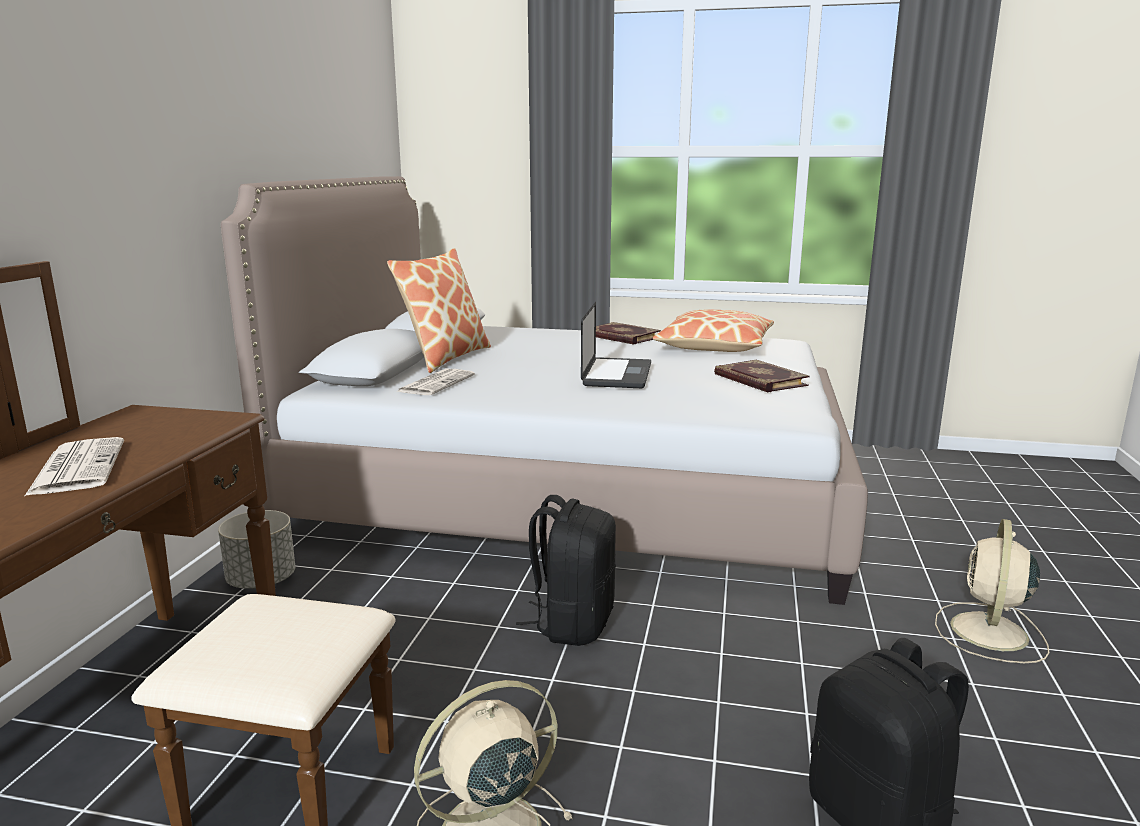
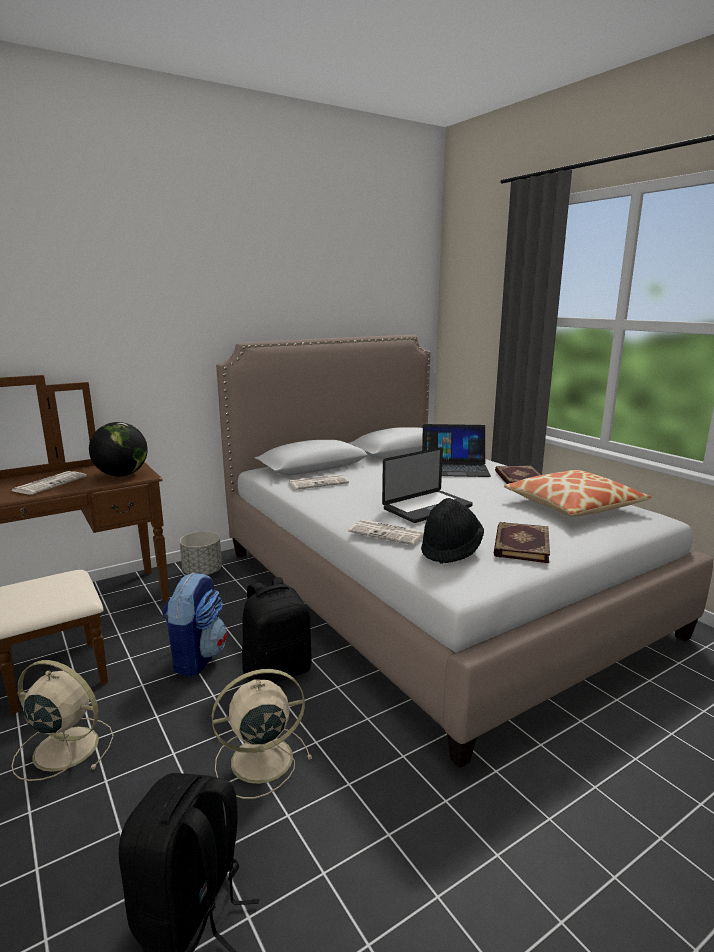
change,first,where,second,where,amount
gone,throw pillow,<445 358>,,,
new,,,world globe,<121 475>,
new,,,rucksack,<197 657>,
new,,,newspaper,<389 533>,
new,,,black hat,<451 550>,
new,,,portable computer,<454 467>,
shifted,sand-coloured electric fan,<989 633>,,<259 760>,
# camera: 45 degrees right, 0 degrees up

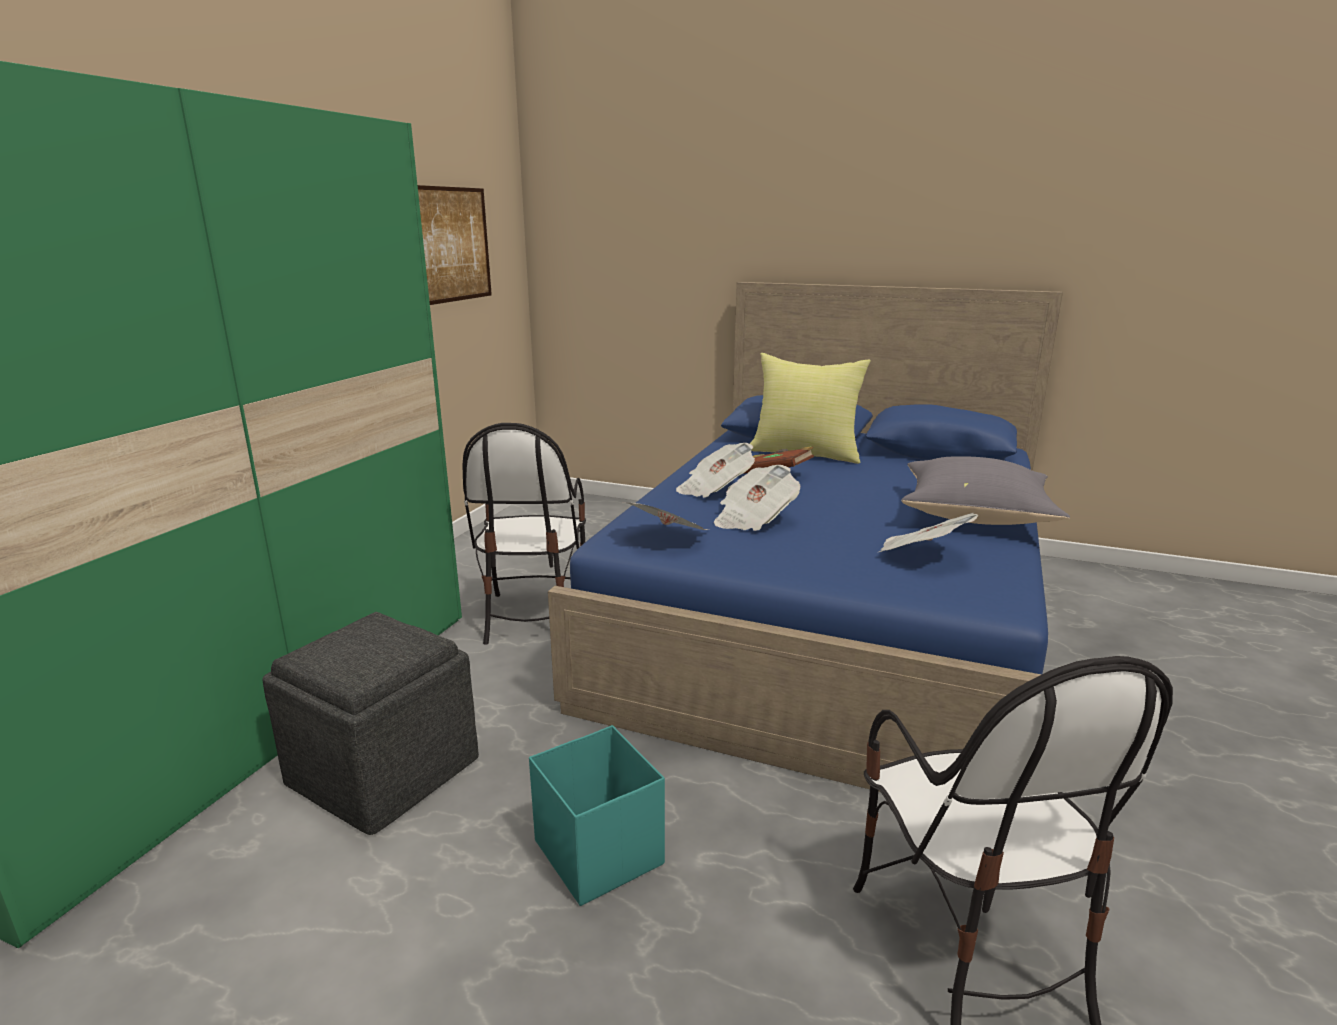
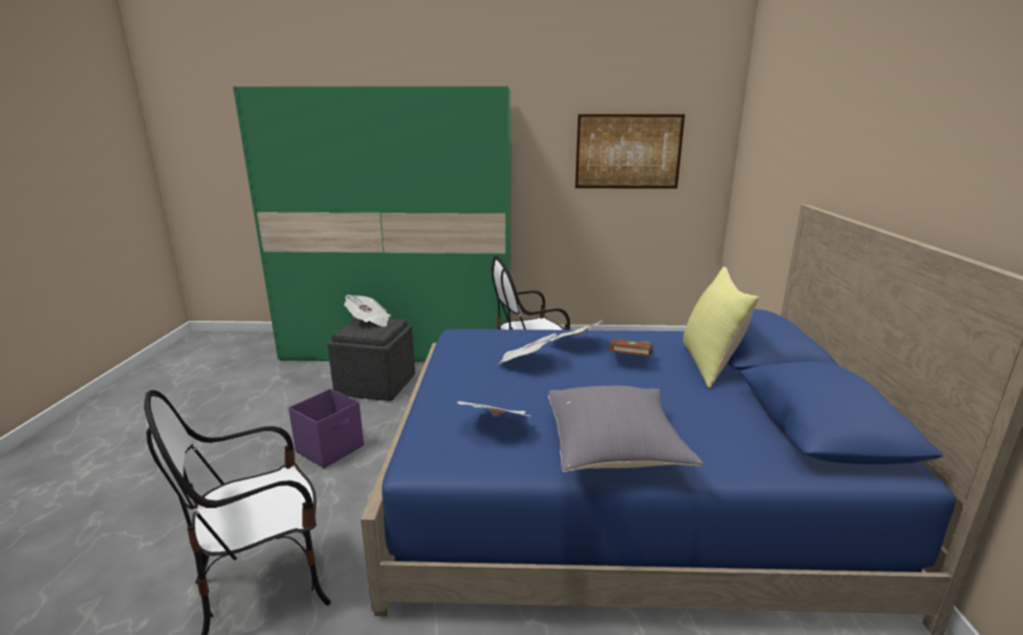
change,first,where,second,where,amount
shifted,newspaper,<669 539>,,<369 321>,
repainted,turquoise storage box,<598 851>,purplish storage box,<331 449>,
# camera: 70 degrees right, 0 degrees up

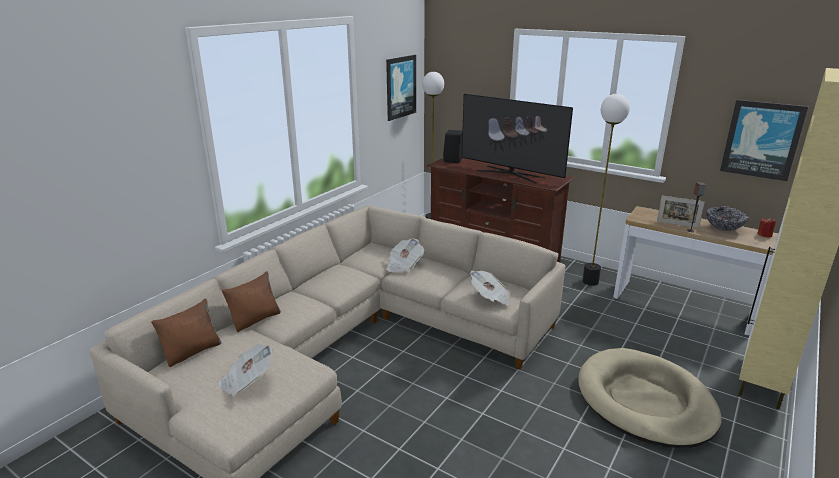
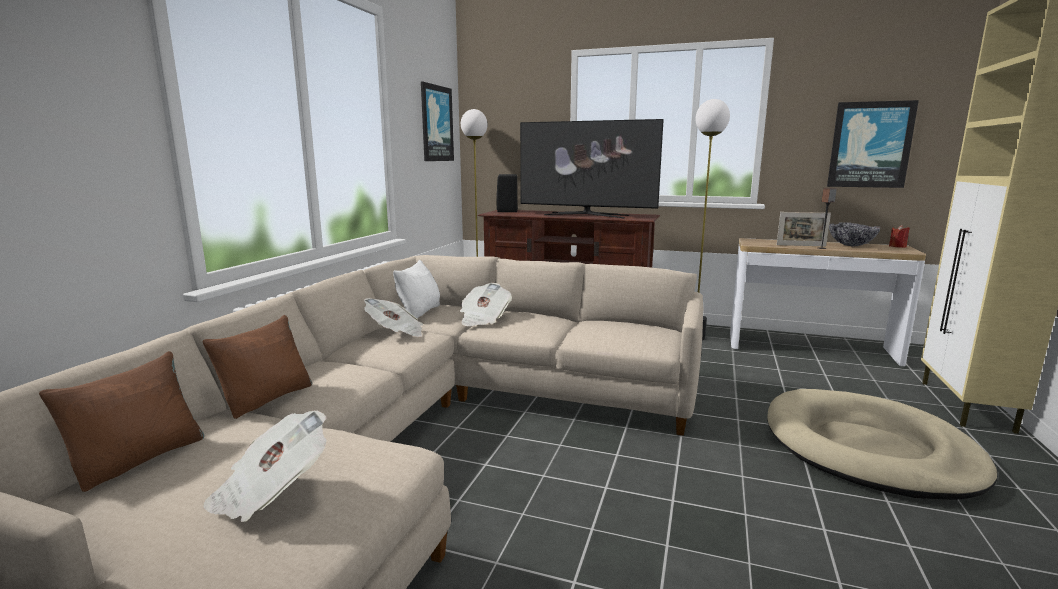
change,first,where,second,where,amount
new,,,white throw pillow,<419 312>,
shifted,newspaper,<490 297>,,<396 333>,
# camera: 15 degrees left, 10 degrees down

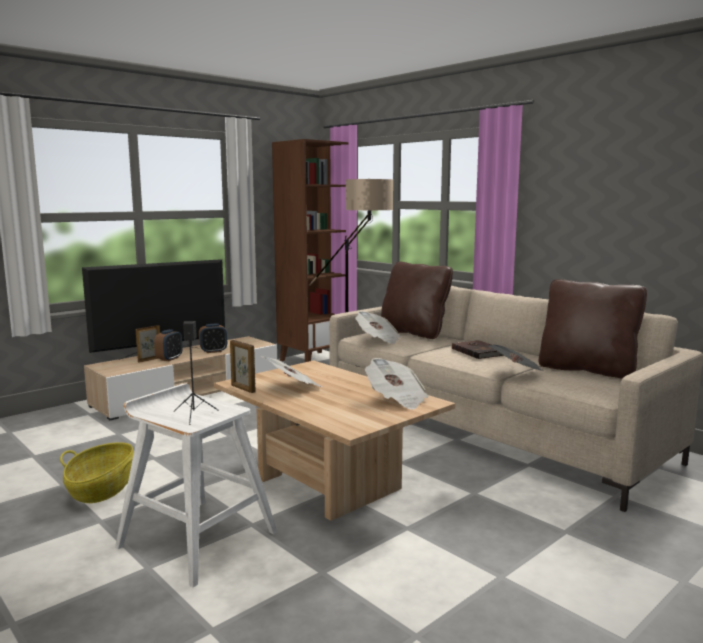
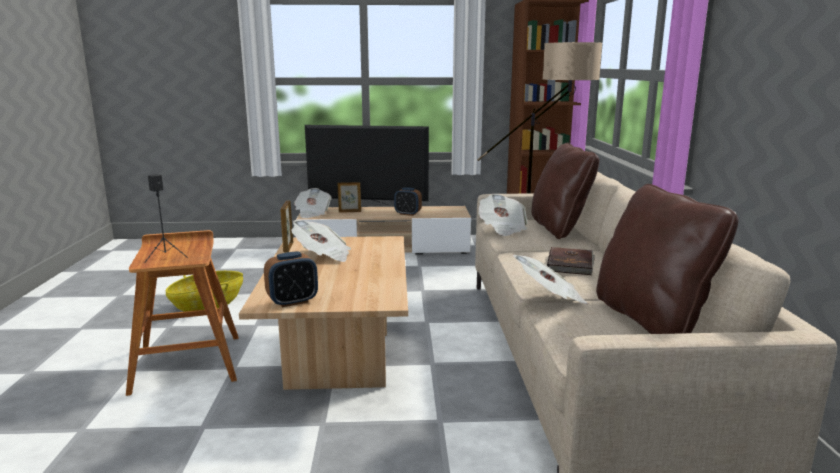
change,first,where,second,where,amount
shifted,alarm clock,<169 359>,,<292 301>,
shifted,newspaper,<396 399>,,<312 213>,
repainted,white stool seat,<196 539>,brown-coloured stool seat,<188 362>,
# camera: 40 degrees right, 5 degrees up

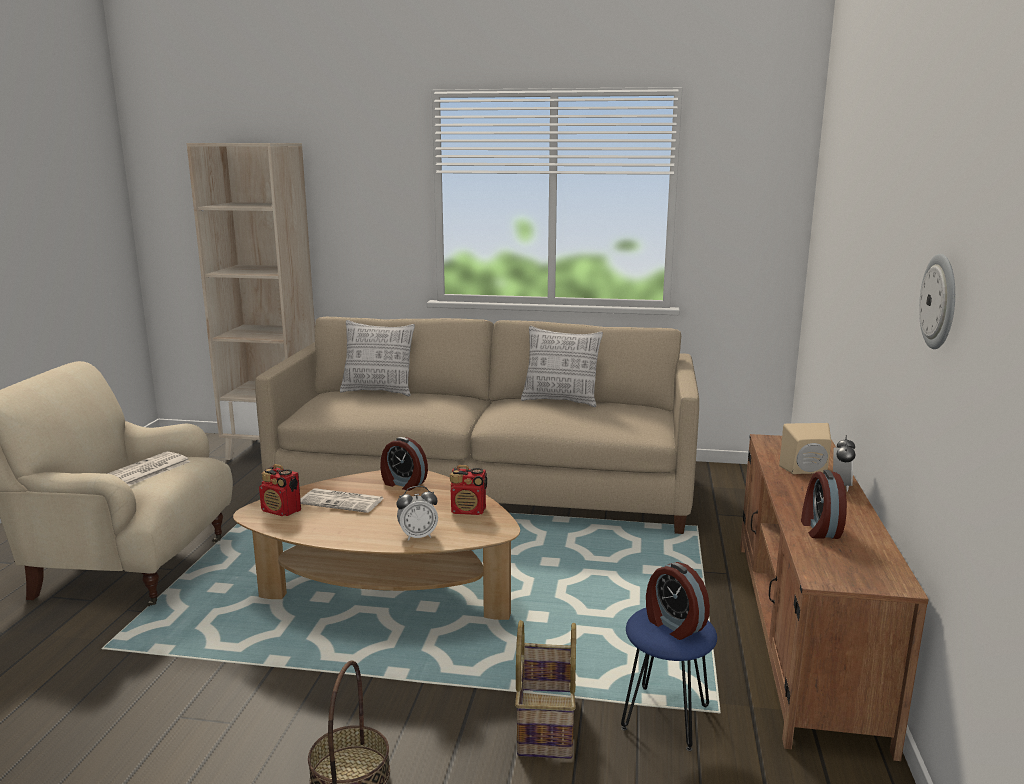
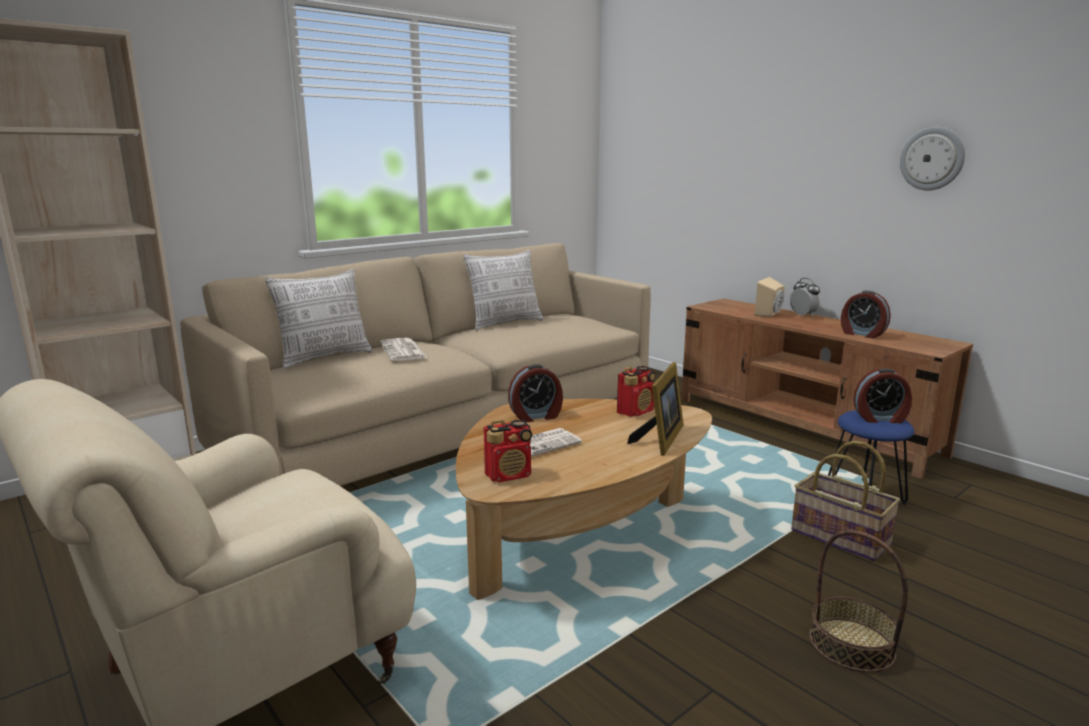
change,first,where,second,where,amount
shifted,newspaper,<148 470>,,<403 351>,
swapped,alarm clock,<418 536>,picture frame,<661 439>,
# camera: 50 degrees left, 0 degrees up

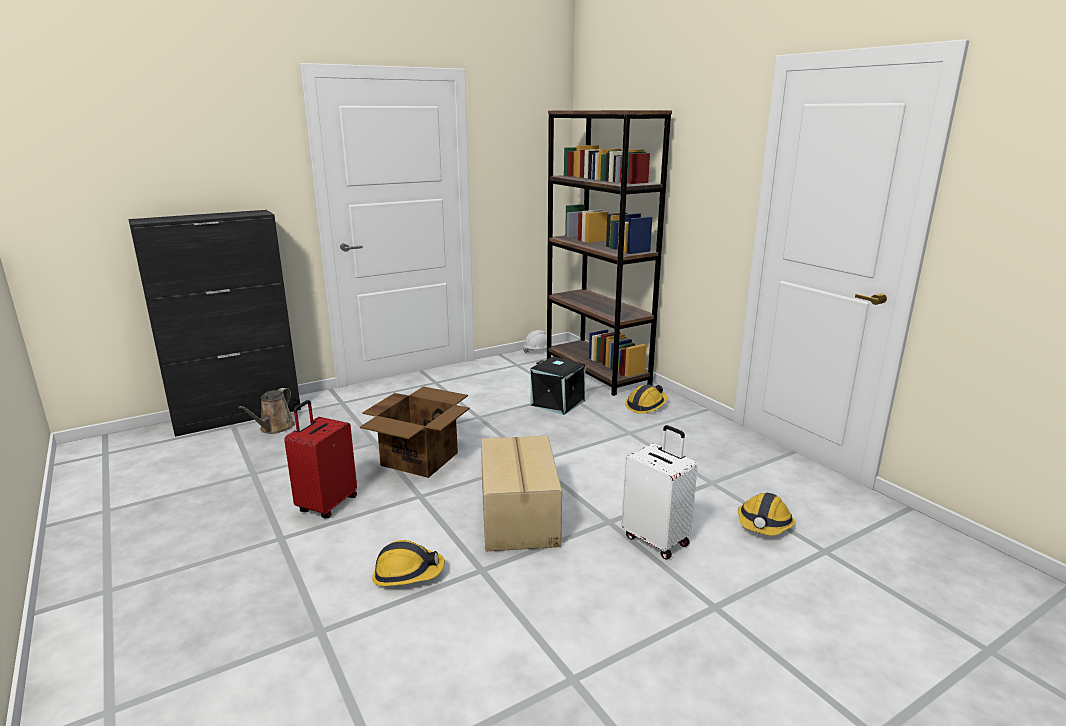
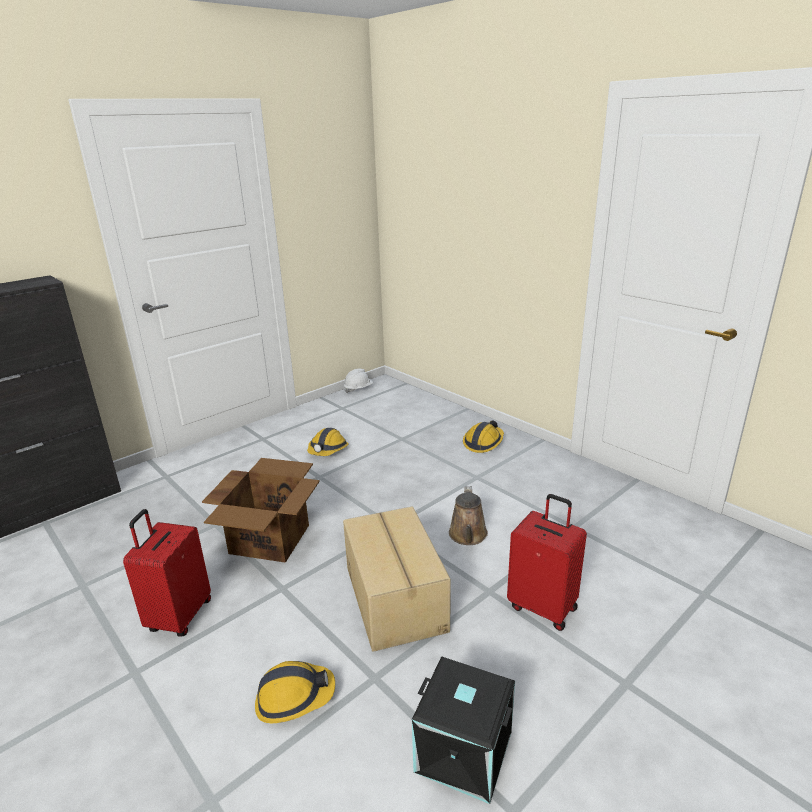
change,first,where,second,where,amount
gone,brown-coloured bookshelf,<597 371>,,,
shifted,brown-coloured watering pot,<275 428>,,<468 536>,
shifted,black storage box,<558 403>,,<465 750>,
shifted,safety helmet,<764 524>,,<328 450>,
repainted,white piece of luggage,<656 540>,red piece of luggage,<543 607>,
# camera: 10 degrees left, 5 degrees up

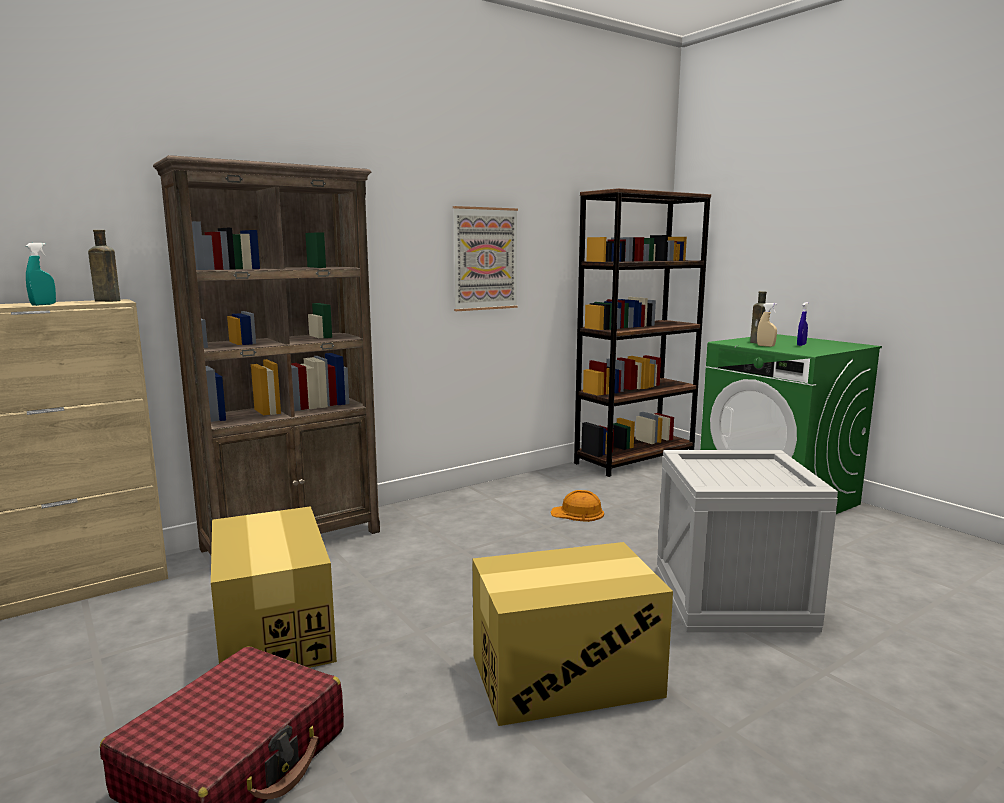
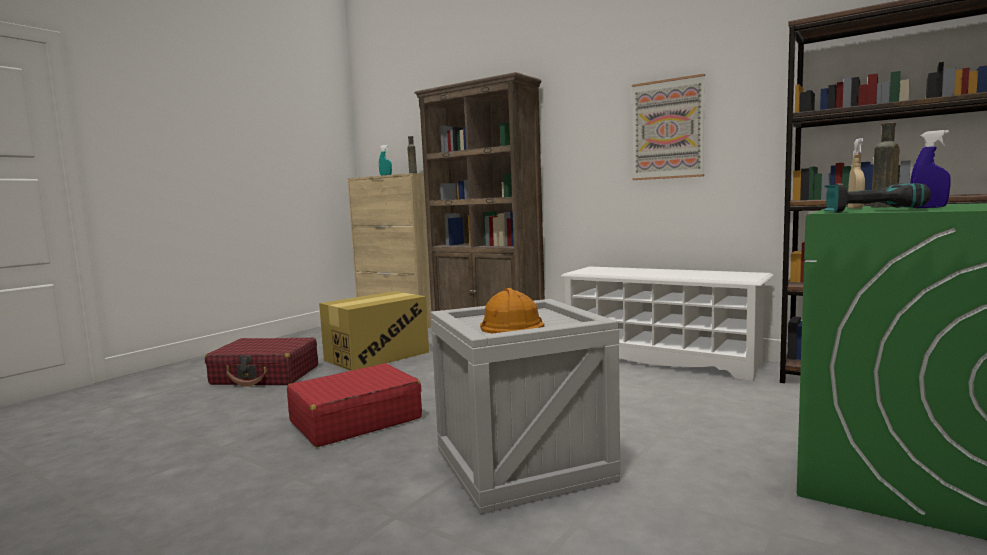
change,first,where,second,where,amount
new,,,white shoe shelf,<662 359>,
new,,,power drill,<868 210>,
shifted,orangey safety helmet,<578 513>,,<509 325>,
swapped,carton,<566 675>,red piece of luggage,<355 420>,
# camera: 70 degrees right, 5 degrees down

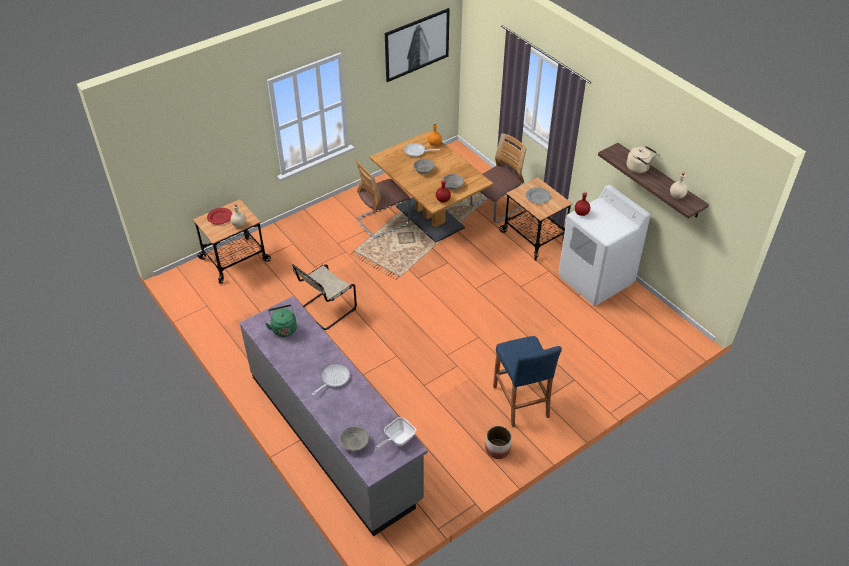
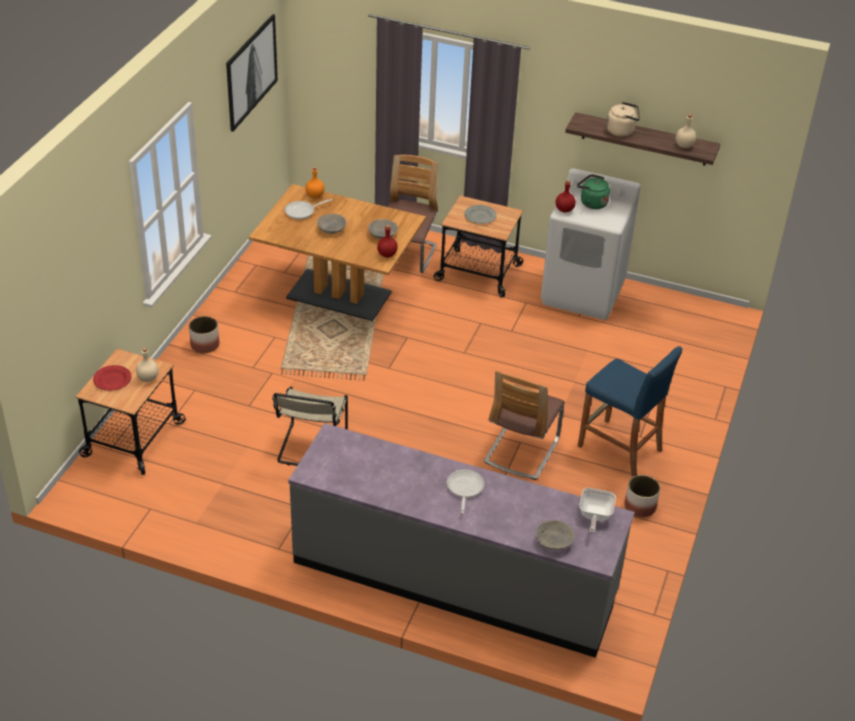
change,first,where,second,where,amount
new,,,flower pot,<205 345>,
shifted,greenish water kettle,<284 328>,,<591 203>,
shifted,upright chair,<383 221>,,<521 451>,
# camera: 35 degrees left, 5 degrees down

